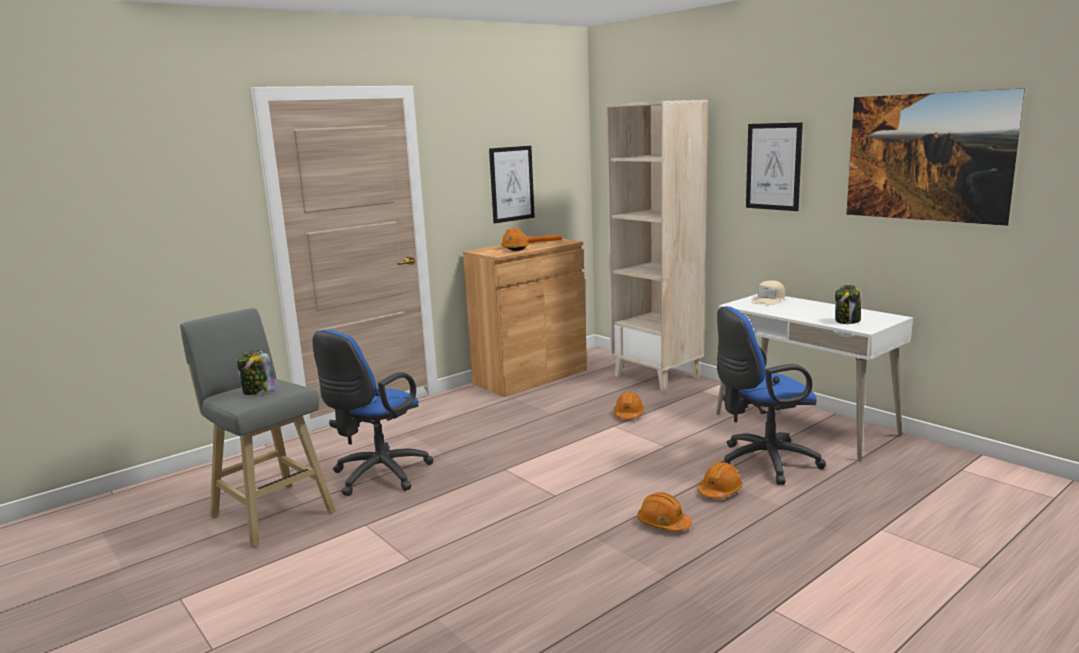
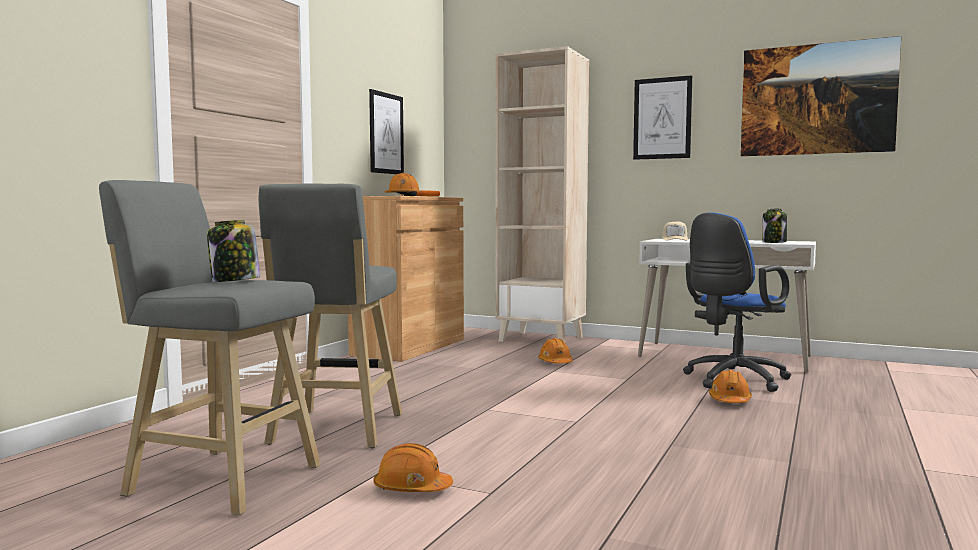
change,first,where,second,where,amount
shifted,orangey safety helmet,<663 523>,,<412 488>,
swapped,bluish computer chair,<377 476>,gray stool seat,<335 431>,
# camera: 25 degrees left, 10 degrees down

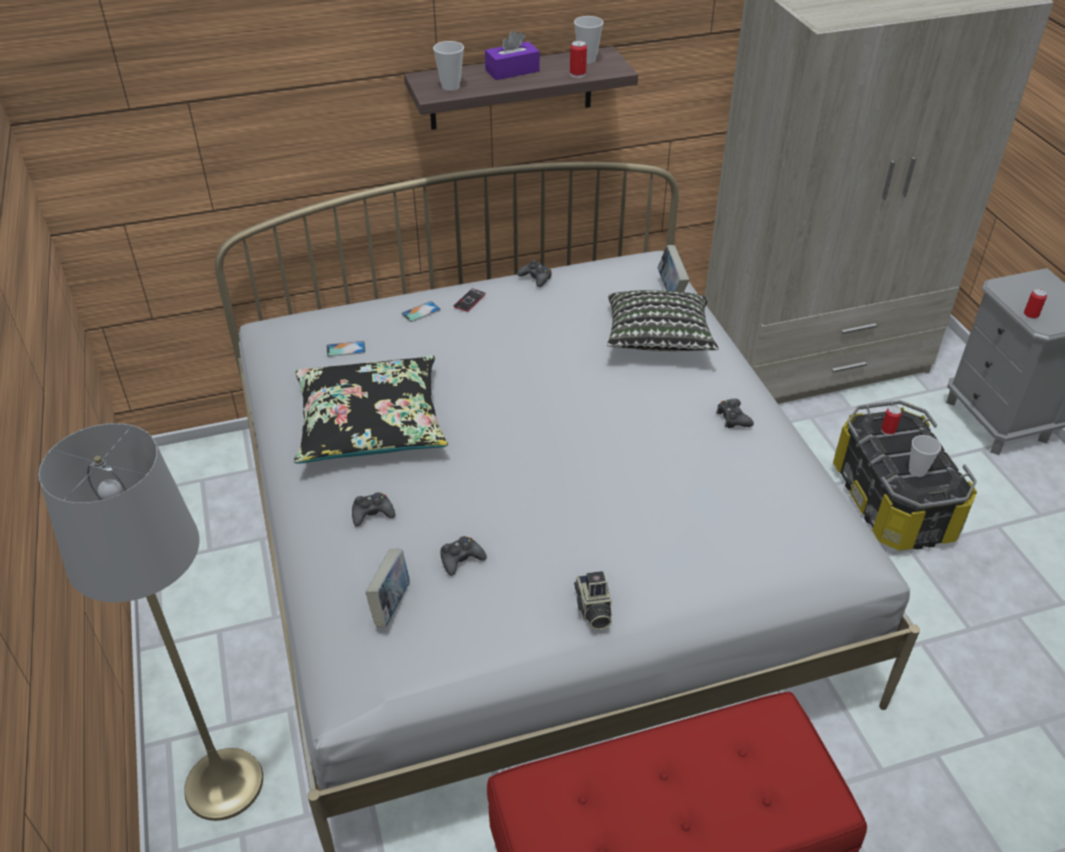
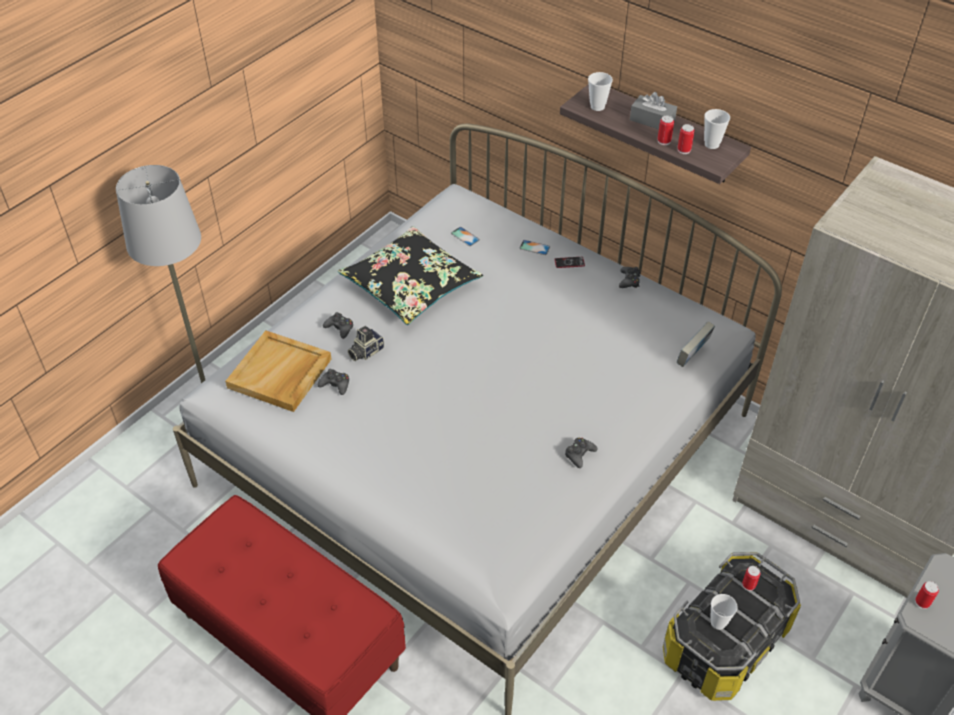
change,first,where,second,where,amount
gone,throw pillow,<658 340>,,,
new,,,can,<664 141>,
shifted,photo camera,<593 610>,,<365 351>,
swapped,book,<391 604>,sand-coloured tray,<280 374>,
repainted,purplish tissue box,<512 71>,gray tissue box,<652 120>,
# camera: 55 degrees right, 5 degrees up

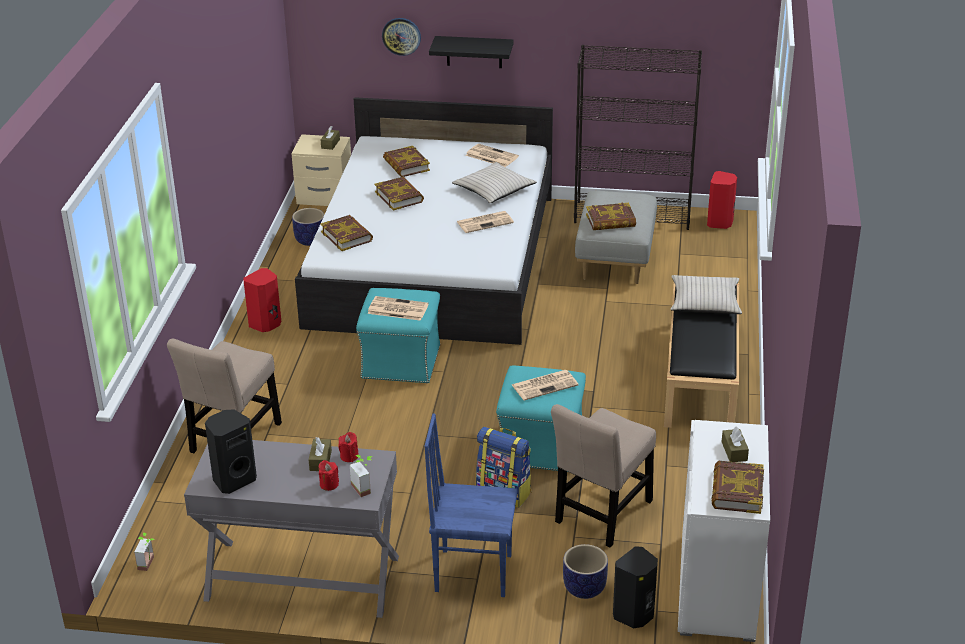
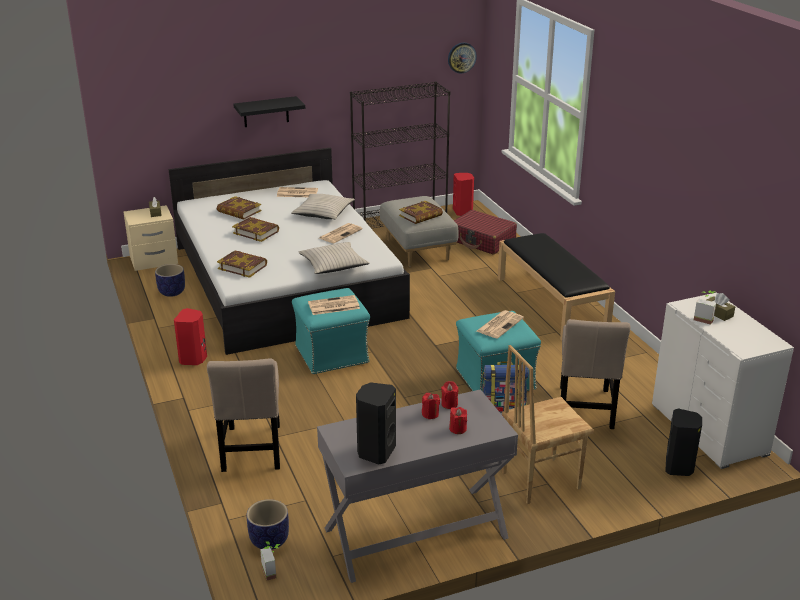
change,first,where,second,where,amount
gone,book,<736 491>,,,
new,,,red piece of luggage,<482 241>,
shifted,potted plant,<365 487>,,<704 318>,
shifted,clock on the wall,<401 36>,,<461 57>,
shifted,flower pot,<584 588>,,<268 540>,
shifted,sand-coloured throw pillow,<705 302>,,<333 265>,
swapped,brown-coloured tissue box,<320 460>,red wax light,<430 414>,
repainted,bluish upright chair,<472 572>,brown-coloured upright chair,<539 480>,
# camera: 30 degrees left, 5 degrees down

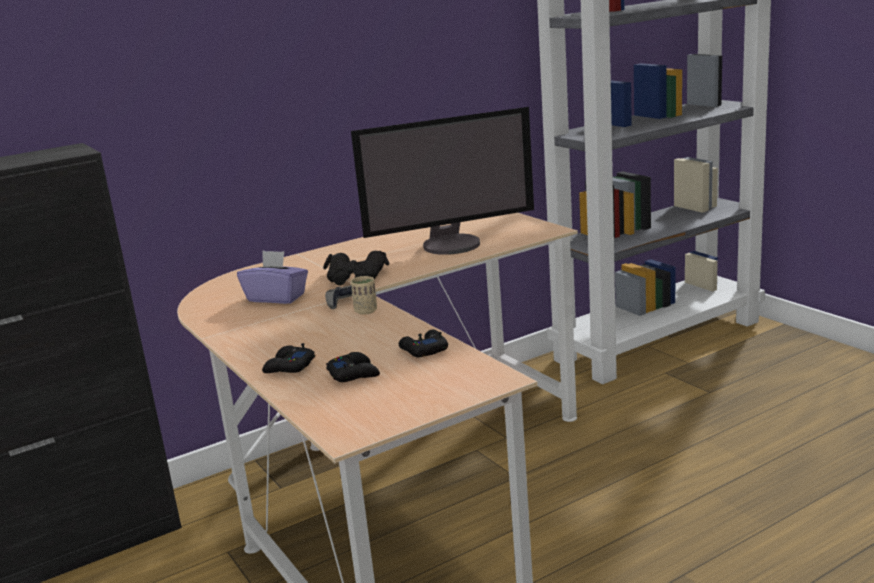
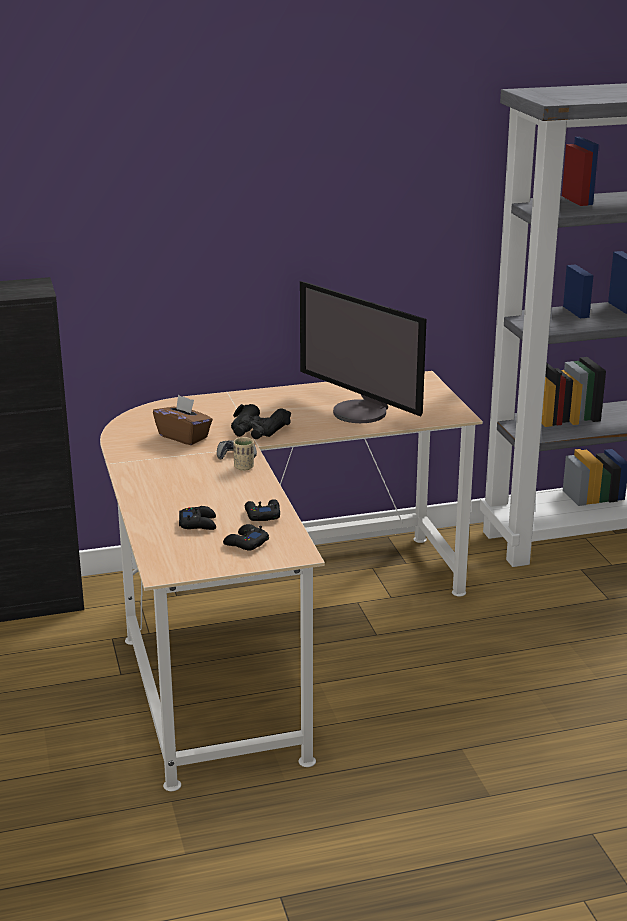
change,first,where,second,where,amount
shifted,black game controller,<289 367>,,<245 543>,
repainted,purplish tissue box,<277 297>,brown-coloured tissue box,<184 436>,
rotated,computer display,<452 244>,,<361 412>,45 degrees clockwise
# camera: 15 degrees right, 5 degrees up

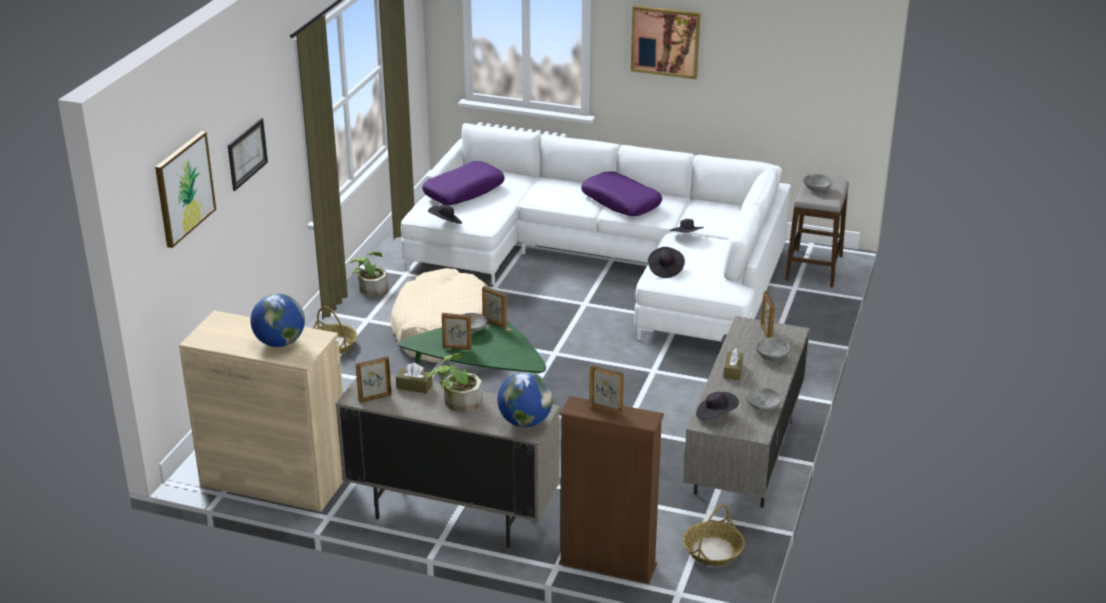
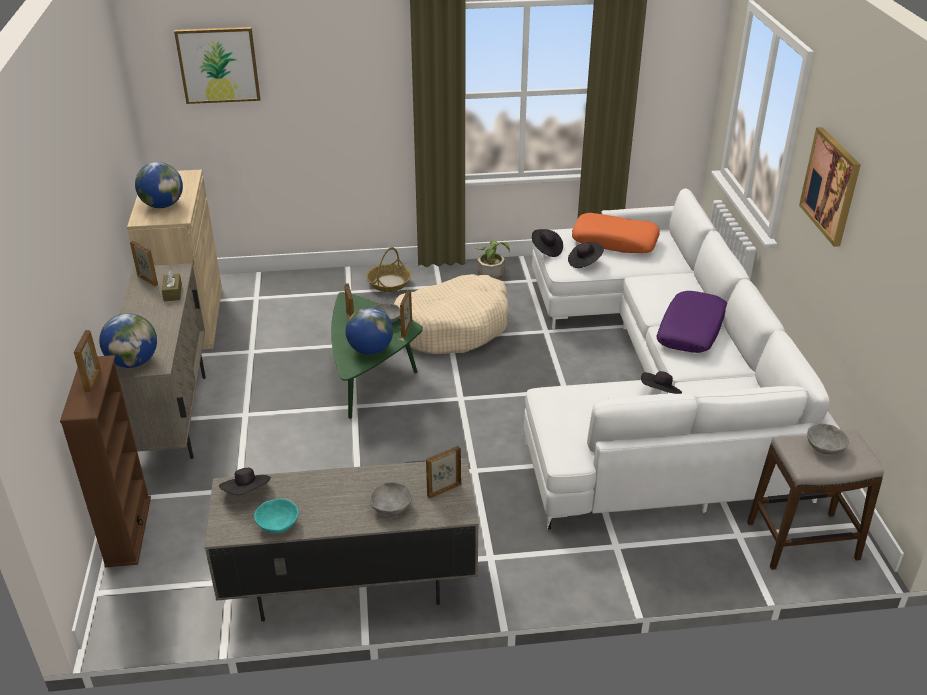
change,first,where,second,where,amount
gone,wall picture,<247 153>,,,
gone,potted plant,<457 401>,,,
gone,basket,<713 551>,,,
gone,brown-coloured tissue box,<732 371>,,,
new,,,world globe,<370 350>,
shifted,black hat,<665 270>,,<584 262>,
repainted,purplish throw pillow,<463 191>,orangey throw pillow,<615 241>,
repainted,gray serving bowl,<762 408>,turquoise serving bowl,<277 525>,
# camera: 65 degrees right, 5 degrees up

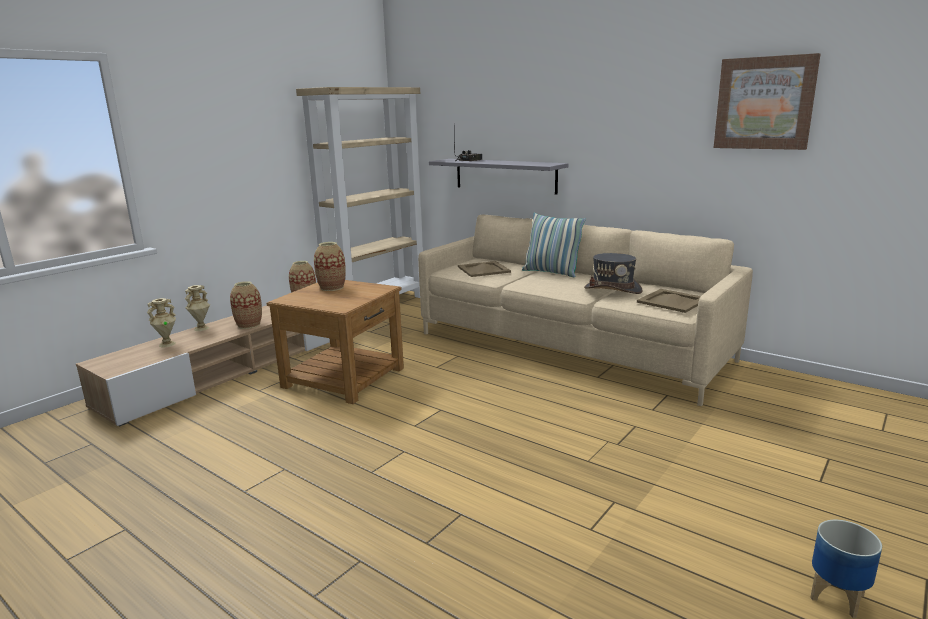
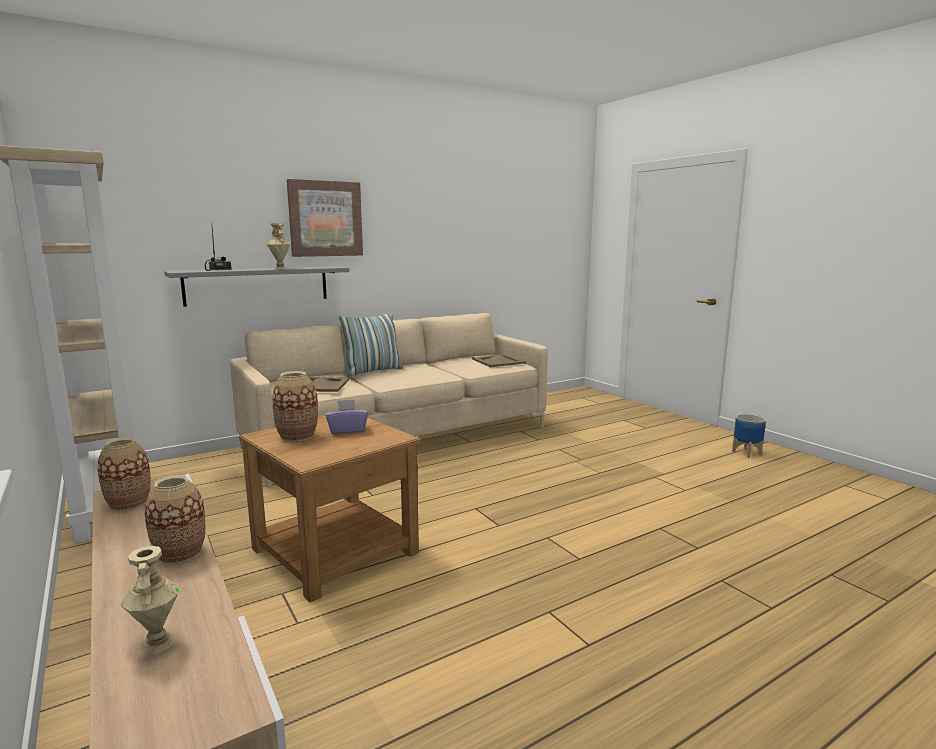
change,first,where,second,where,amount
gone,gray hat,<613 289>,,,
new,,,purplish tissue box,<347 430>,
shifted,sand-coloured decorative vase,<201 328>,,<280 268>,
shifted,wall picture,<764 103>,,<325 219>,
# camera: 70 degrees left, 5 degrees down

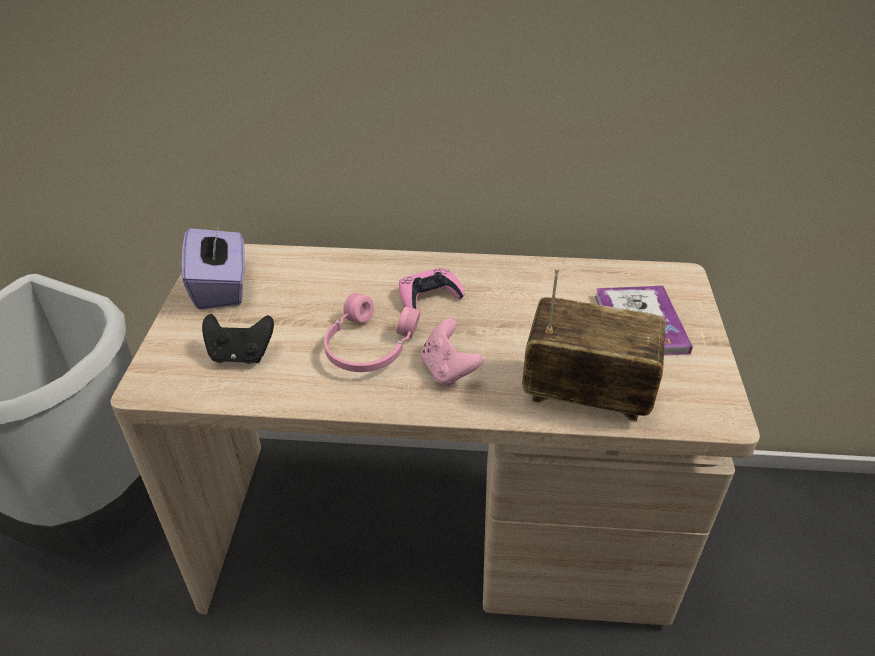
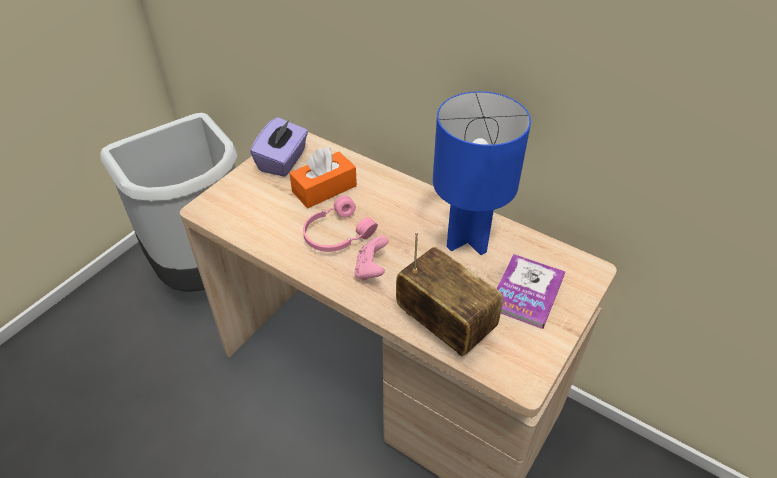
change,first,where,second,where,amount
gone,black game controller,<240 355>,,,
gone,pinkish game controller,<429 296>,,,
new,,,orangey tissue box,<324 189>,
new,,,bluish table lamp,<467 240>,
# camera: 30 degrees right, 5 degrees up

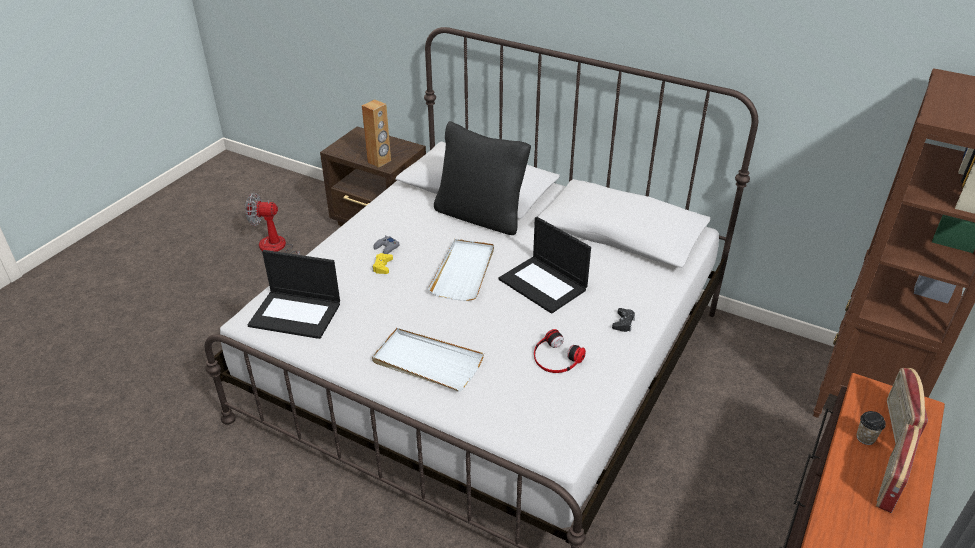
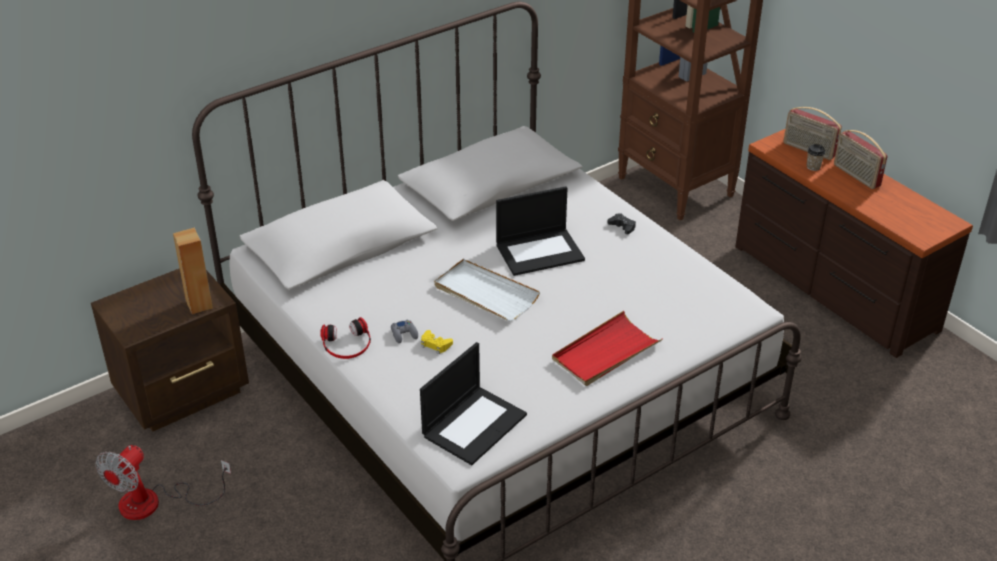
change,first,where,second,where,amount
gone,black throw pillow,<480 216>,,,
shifted,headset,<556 358>,,<347 344>,
repainted,white tray,<427 362>,red tray,<605 352>,
# camera: 65 degrees left, 0 degrees up

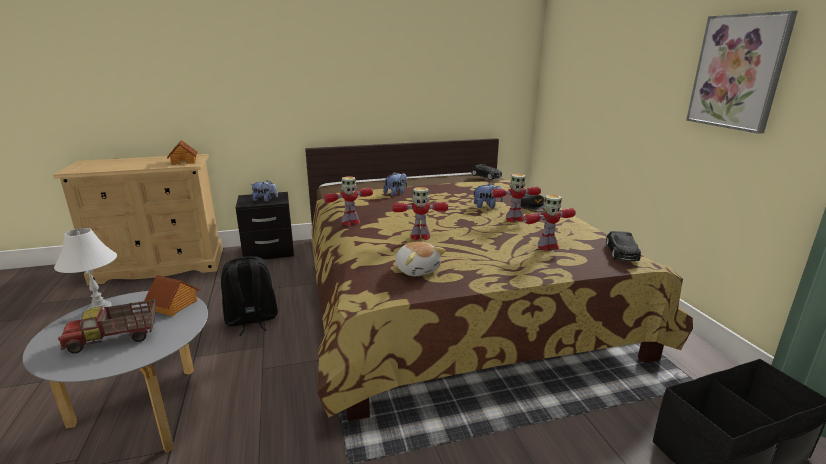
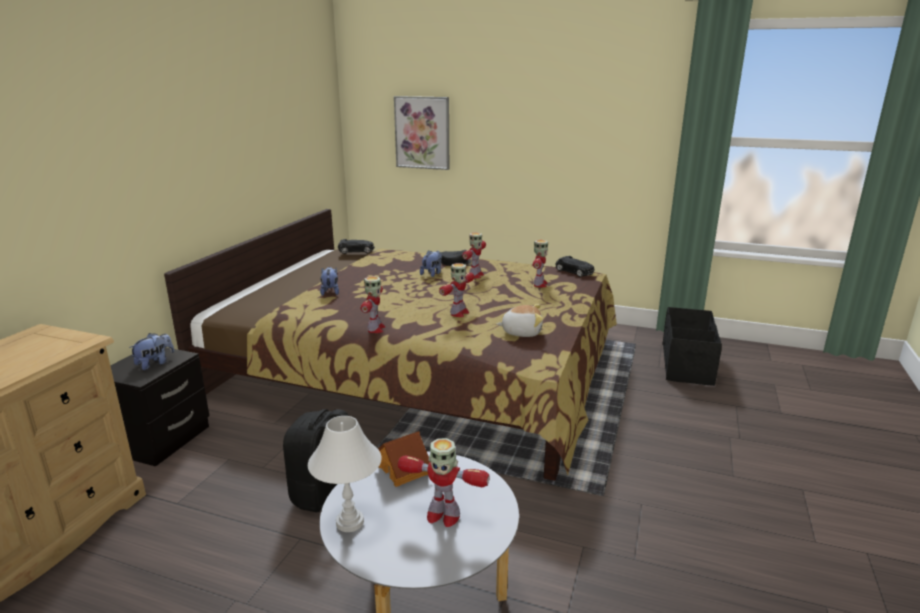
change,first,where,second,where,amount
gone,model house,<184 161>,,,
shifted,wall picture,<737 72>,,<422 132>,
swapped,model truck,<114 339>,model robot,<442 515>,
# camera: 55 degrees left, 0 degrees up

